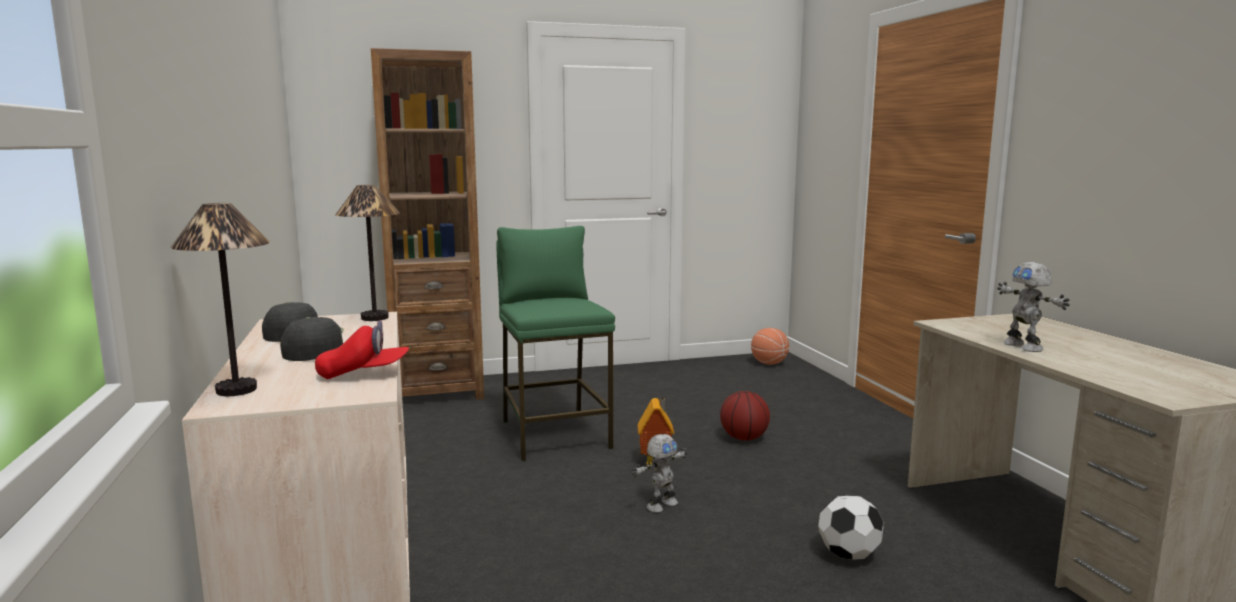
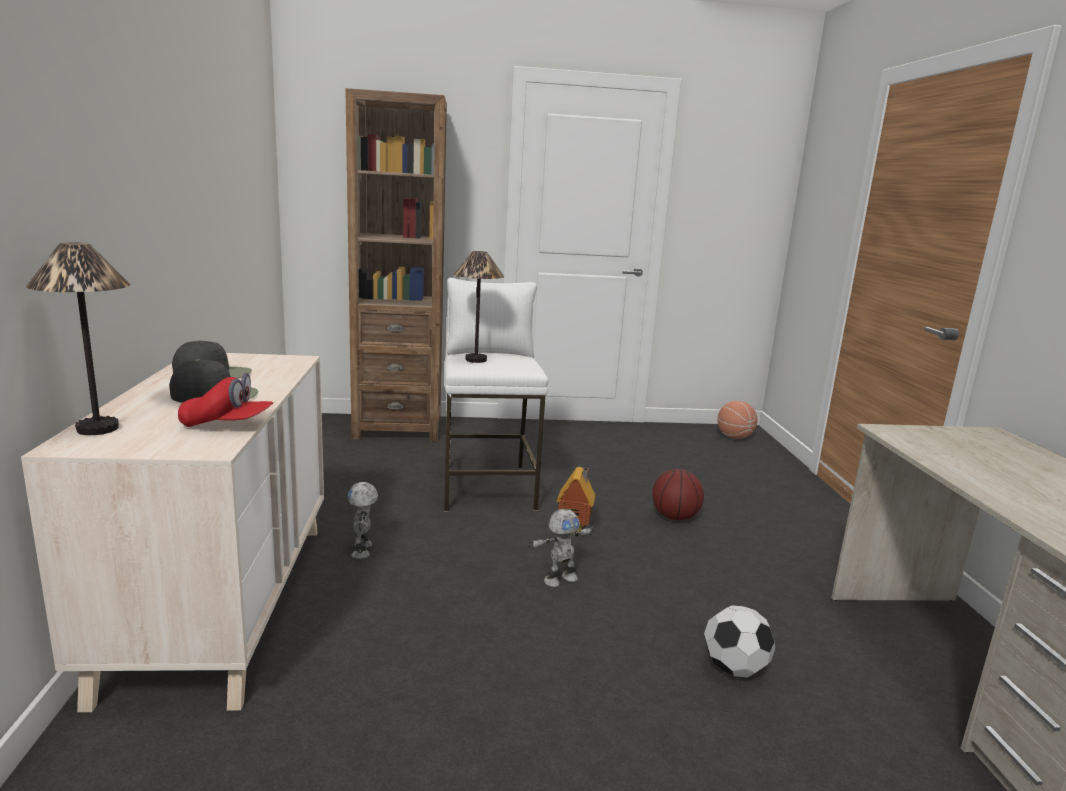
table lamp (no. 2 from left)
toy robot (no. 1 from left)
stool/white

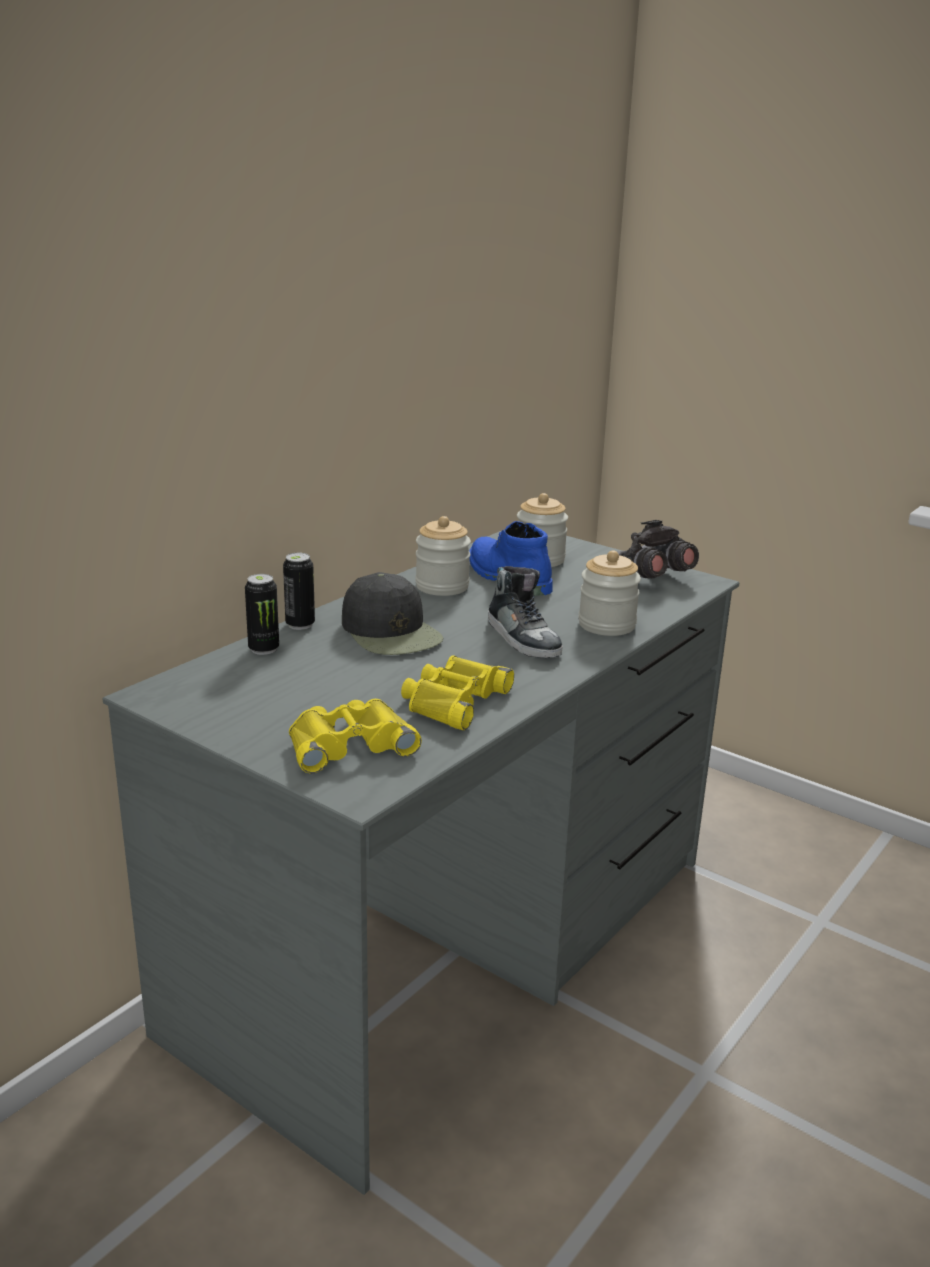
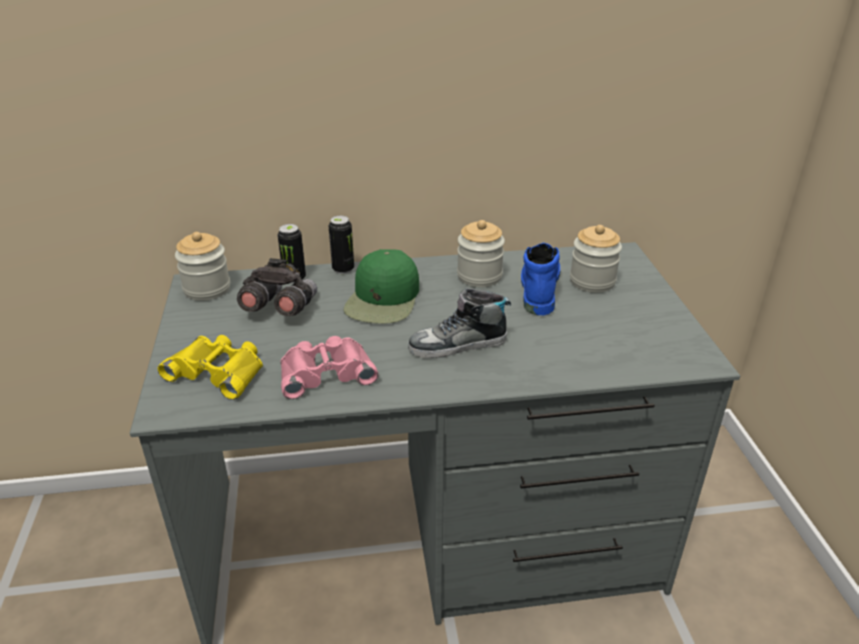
jar (no. 1 from left)
binoculars/grey
cap/green
binoculars/pink
shoe

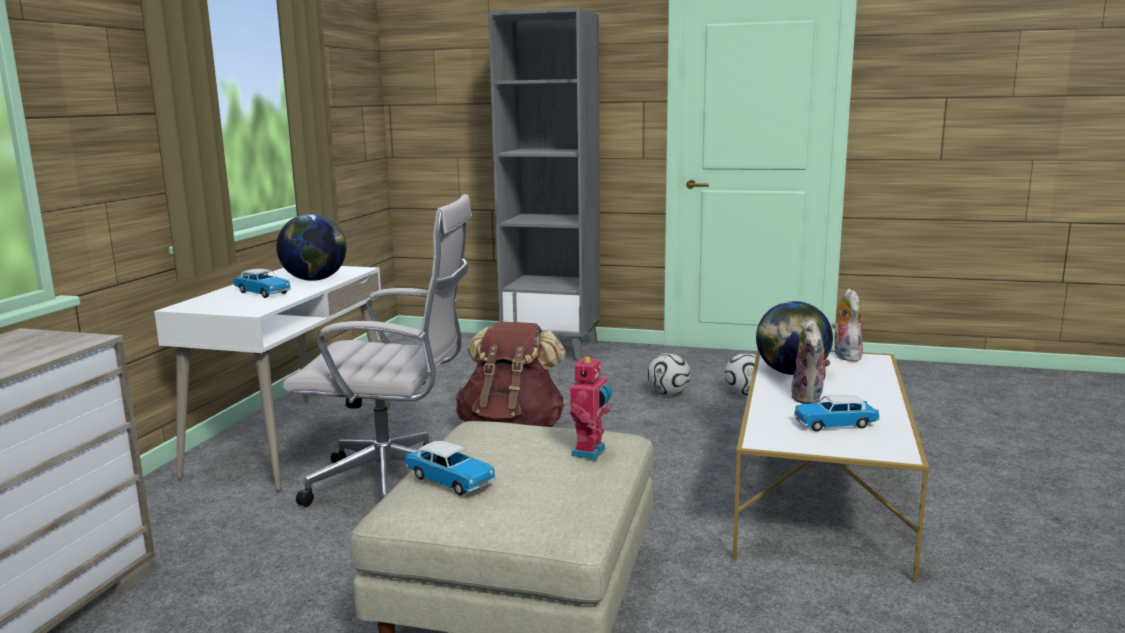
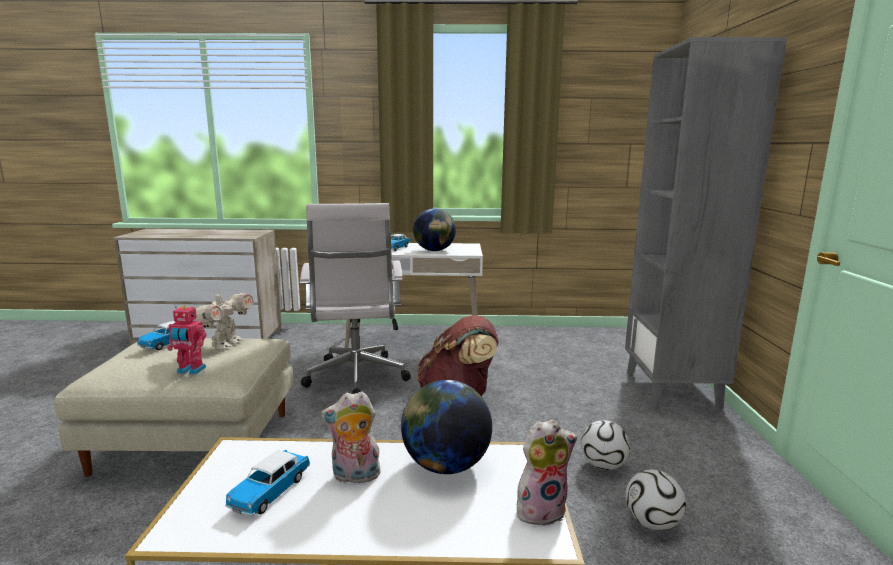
toy robot (no. 2 from left)
toy car (no. 2 from left)

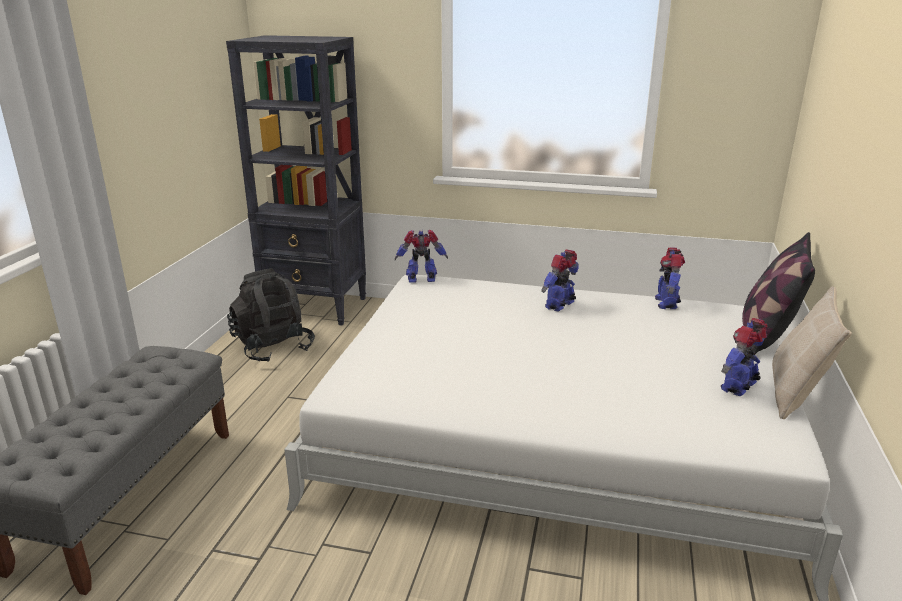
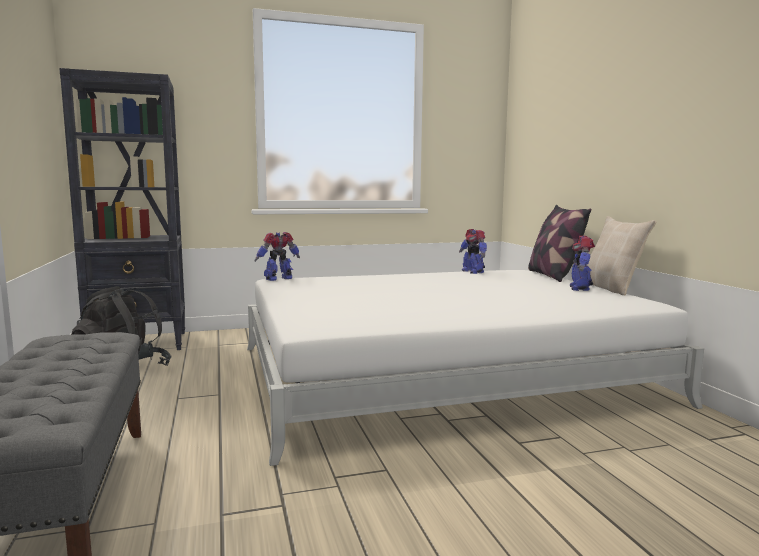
toy robot (no. 2 from left in the first image)

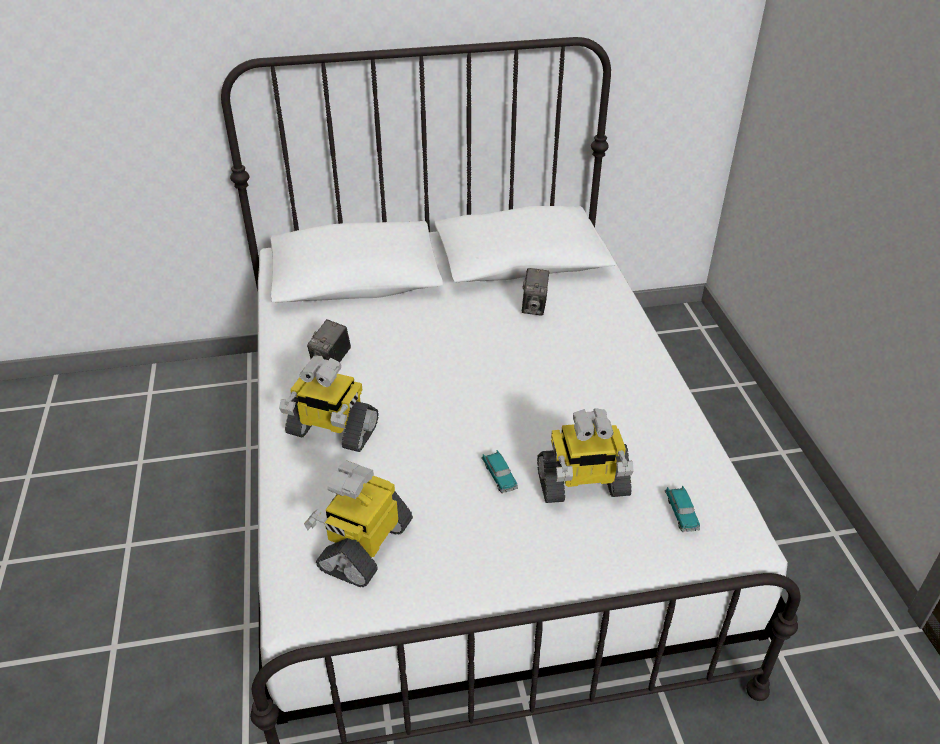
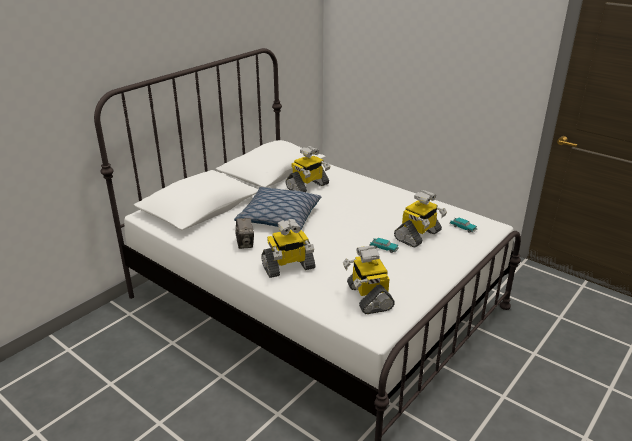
pillow
toy robot (no. 2 from left)

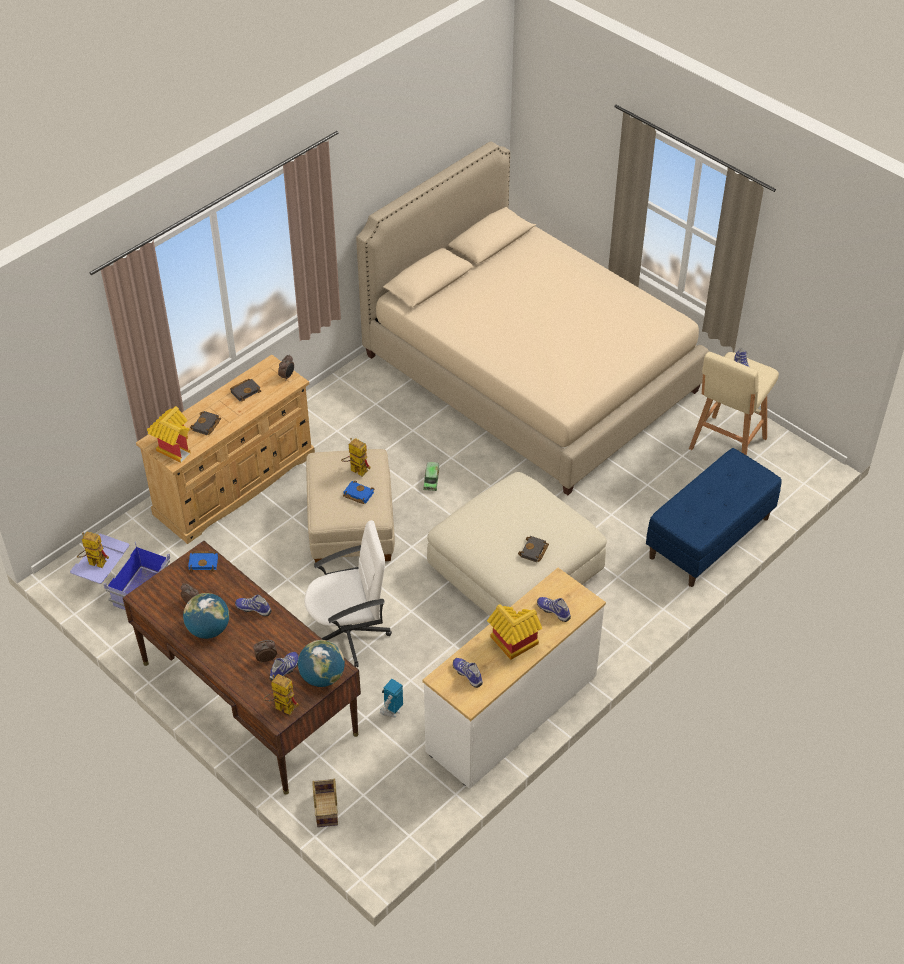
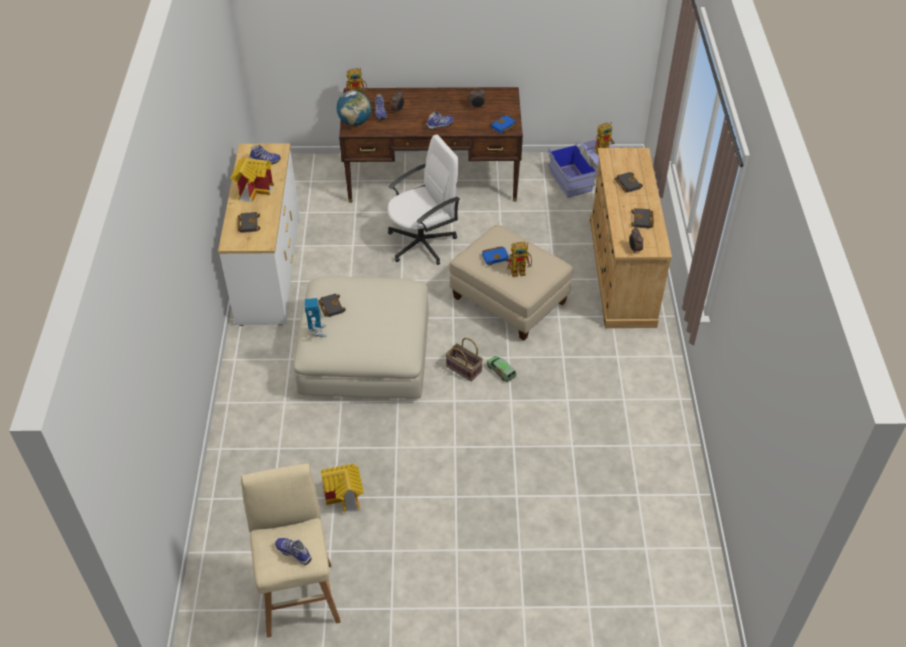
globe (no. 1 from left in the first image)
bed/beige
bench/blue
toy house (no. 2 from left)
basket
toy robot (no. 1 from left)
book/black (no. 1 from left)
office chair/white

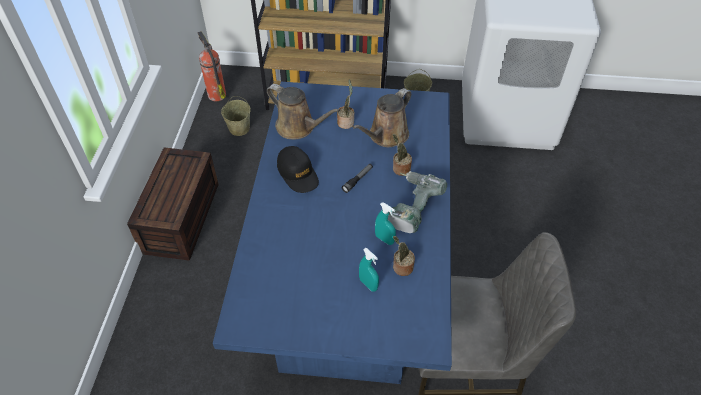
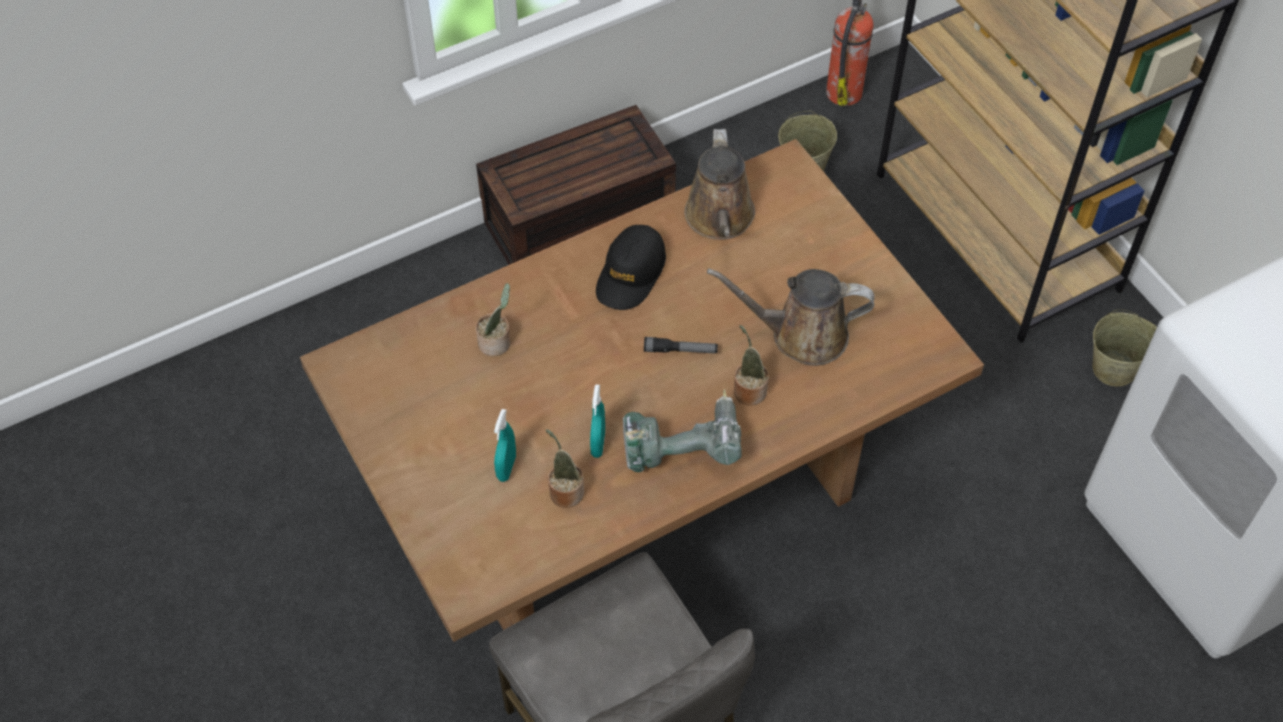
potted plant (no. 1 from left)
dining table/brown

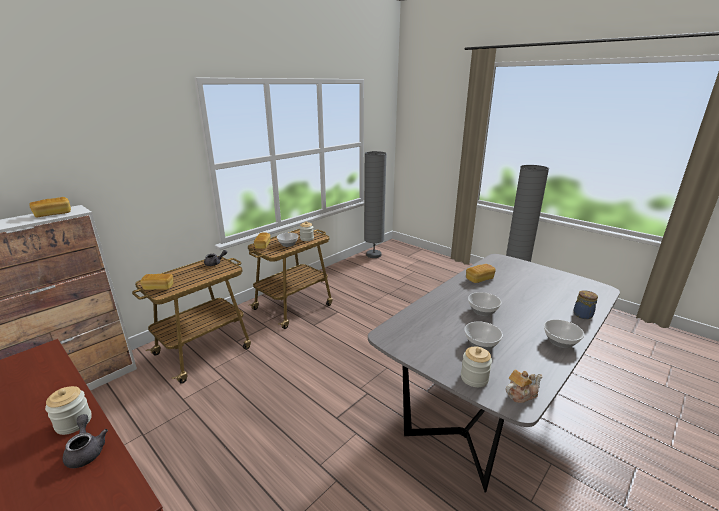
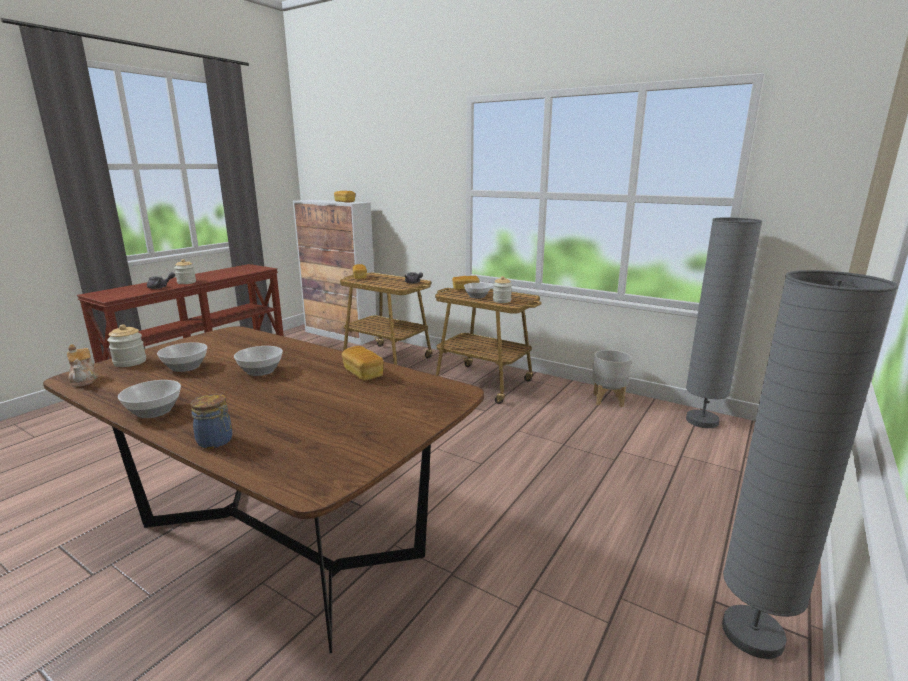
planter/grey
dining table/brown

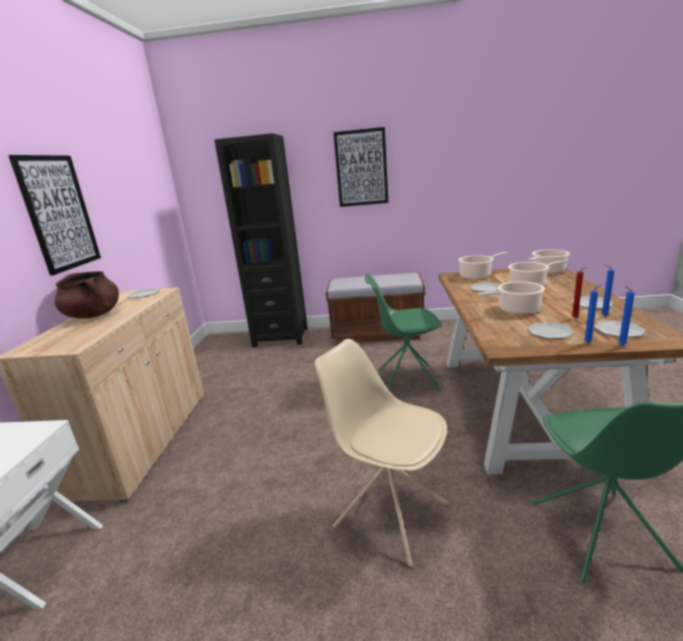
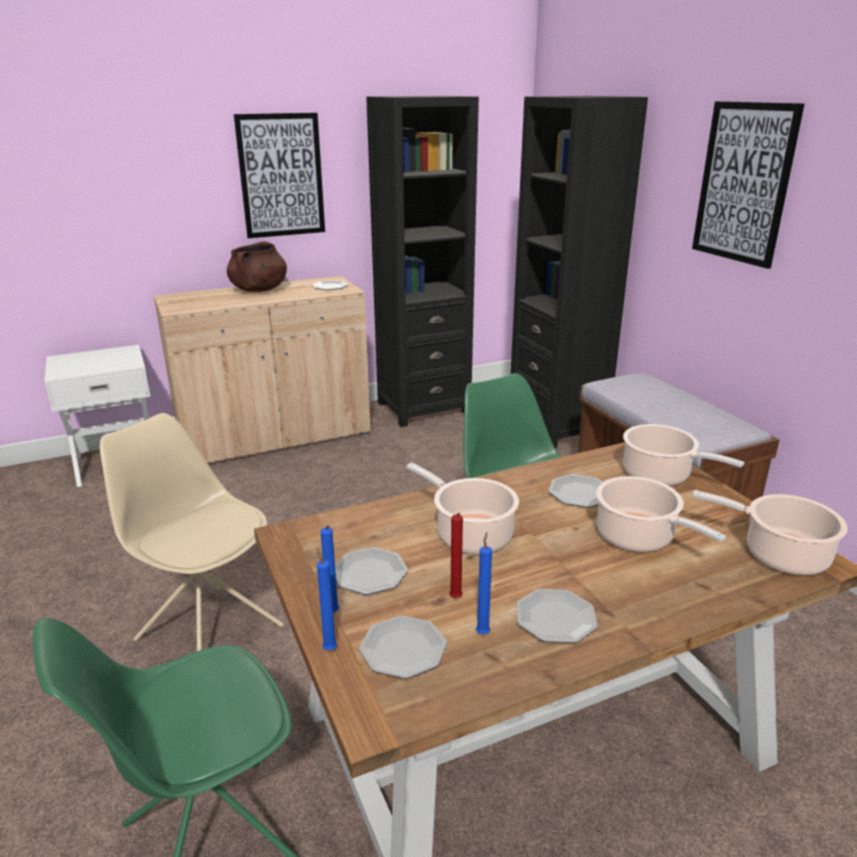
bookcase/black (no. 1 from left)
chair/beige

